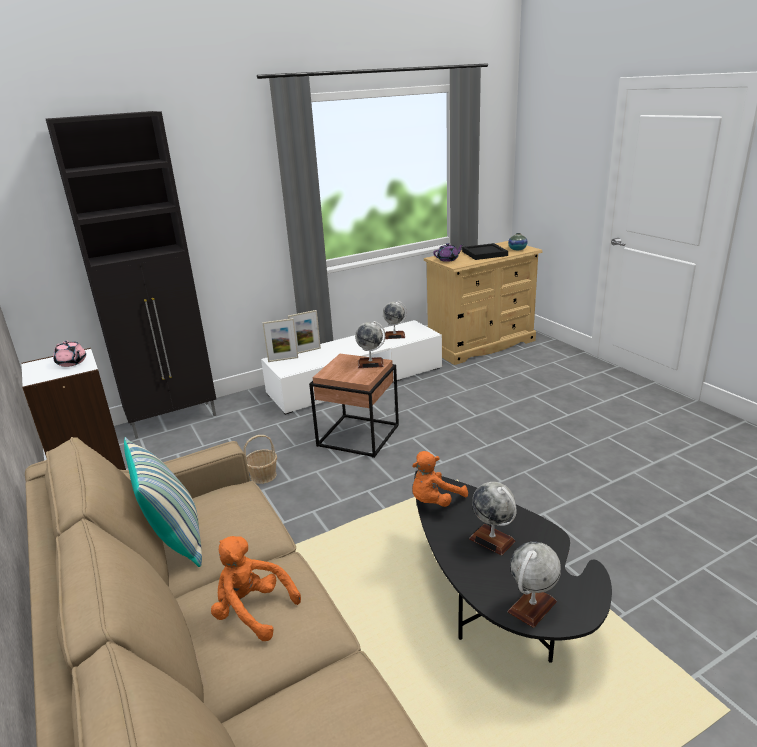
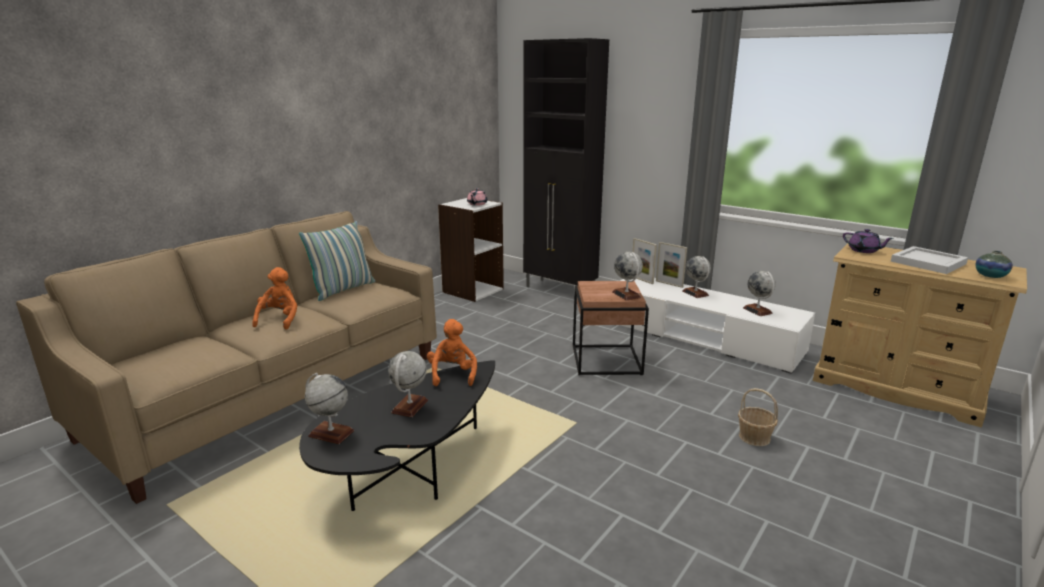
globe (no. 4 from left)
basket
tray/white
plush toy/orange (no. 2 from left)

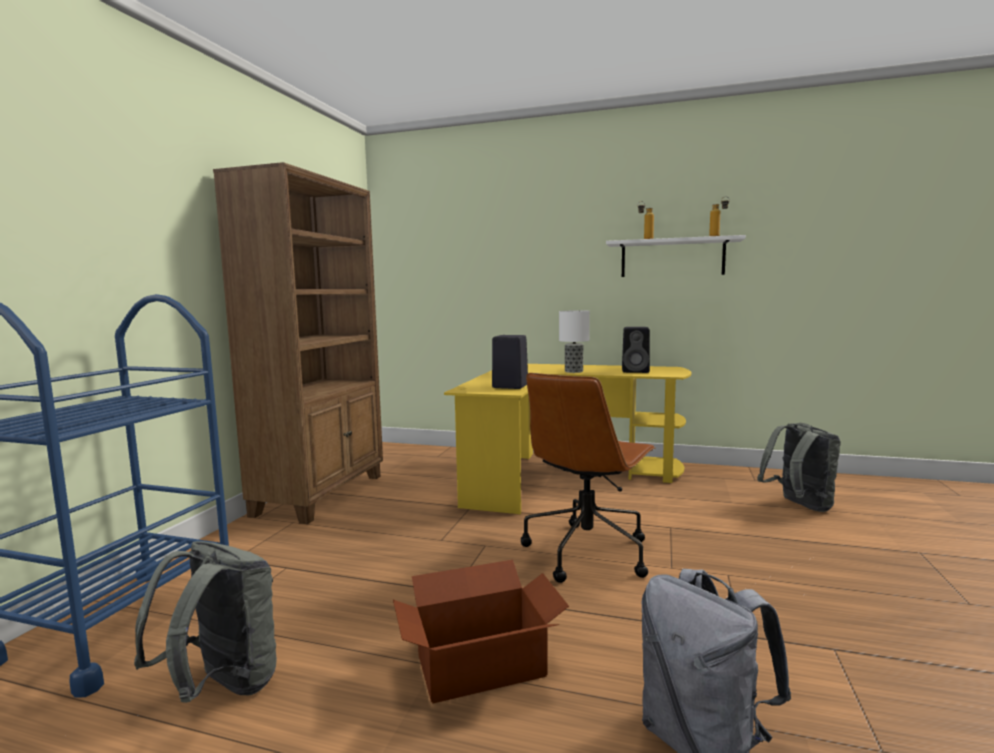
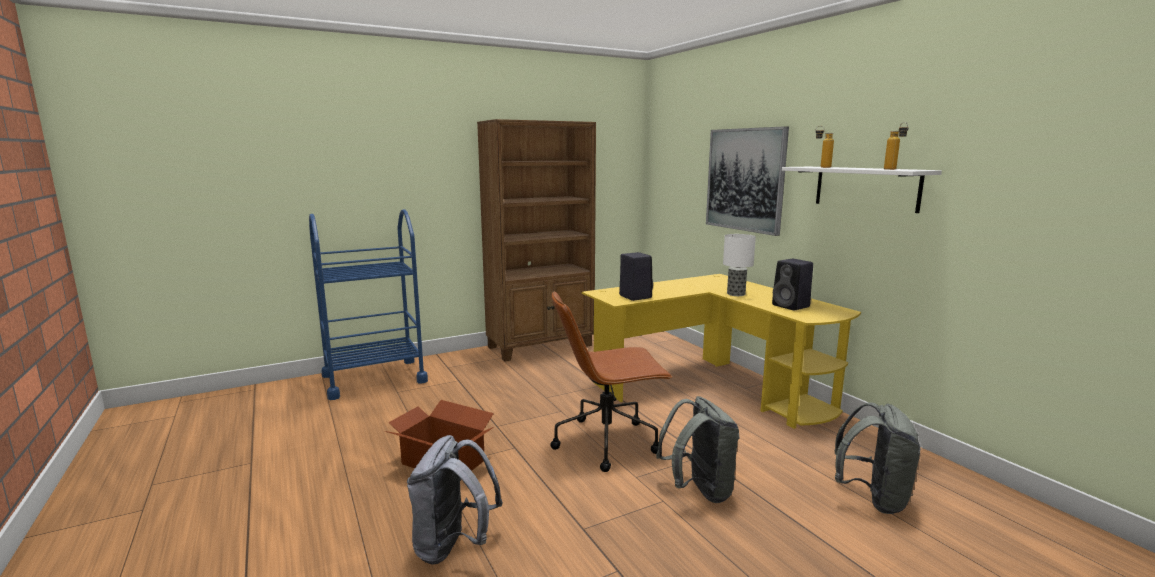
picture
backpack/grey (no. 2 from left)

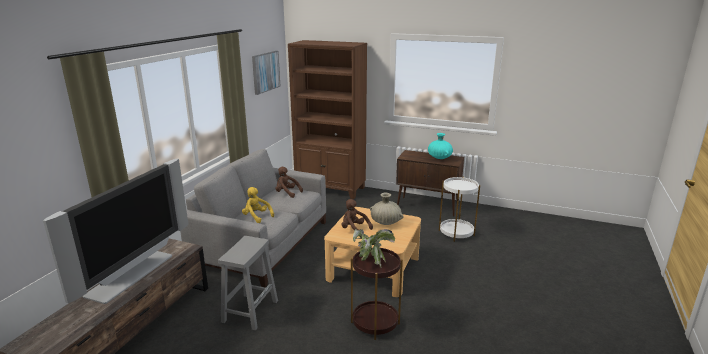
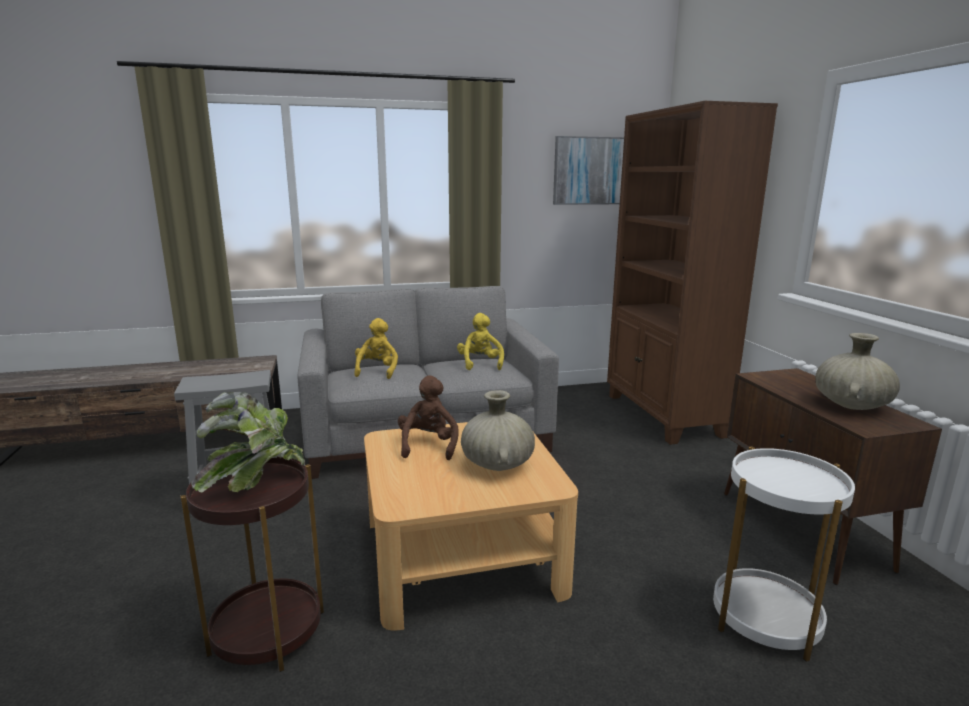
television
plush toy/yellow (no. 2 from left)
vase/beige (no. 2 from left)

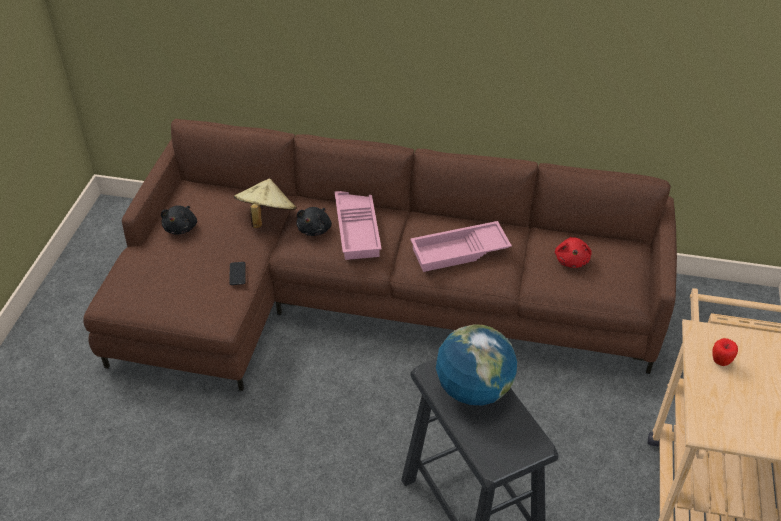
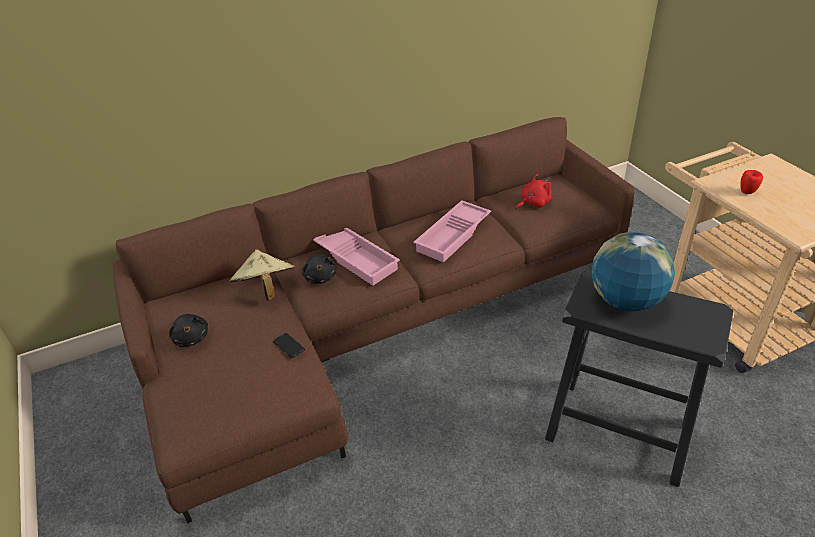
plush toy/red

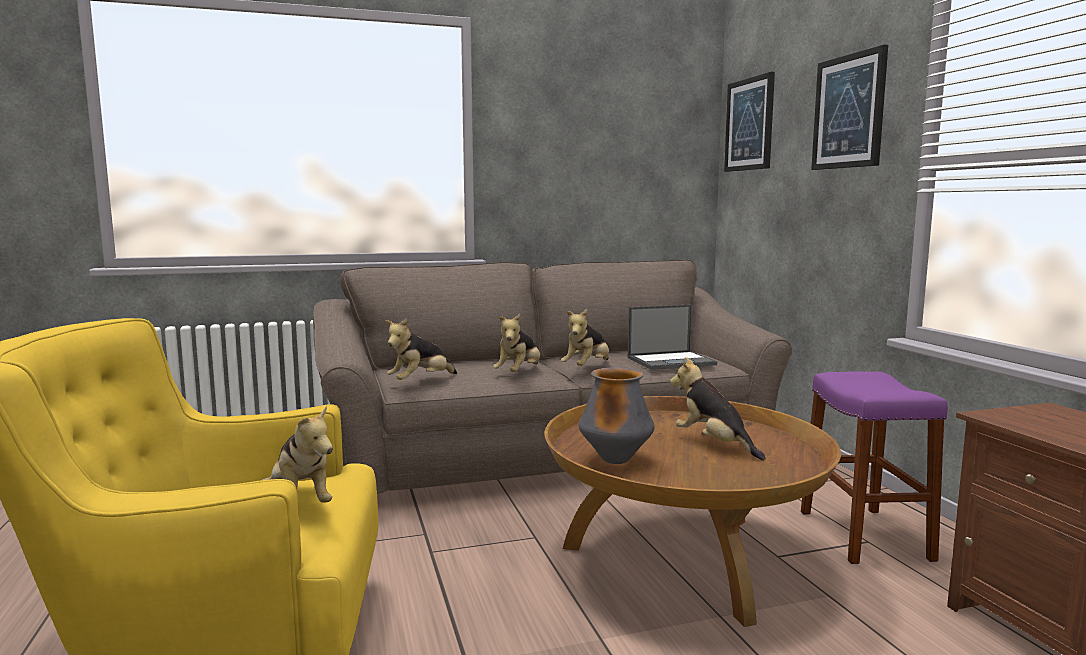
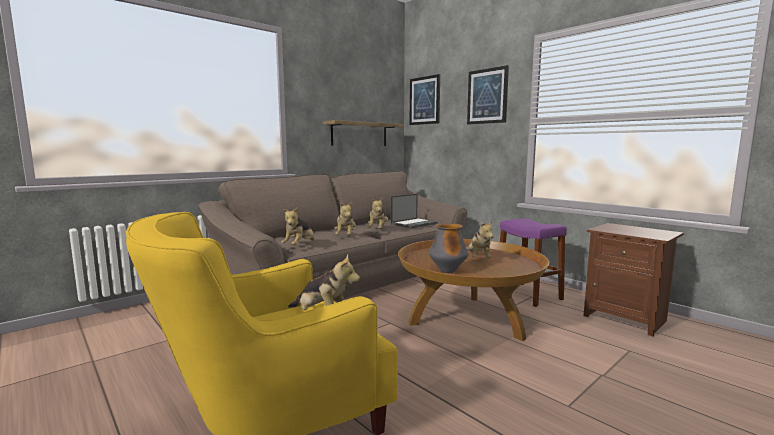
shelf
plush toy (no. 5 from left)

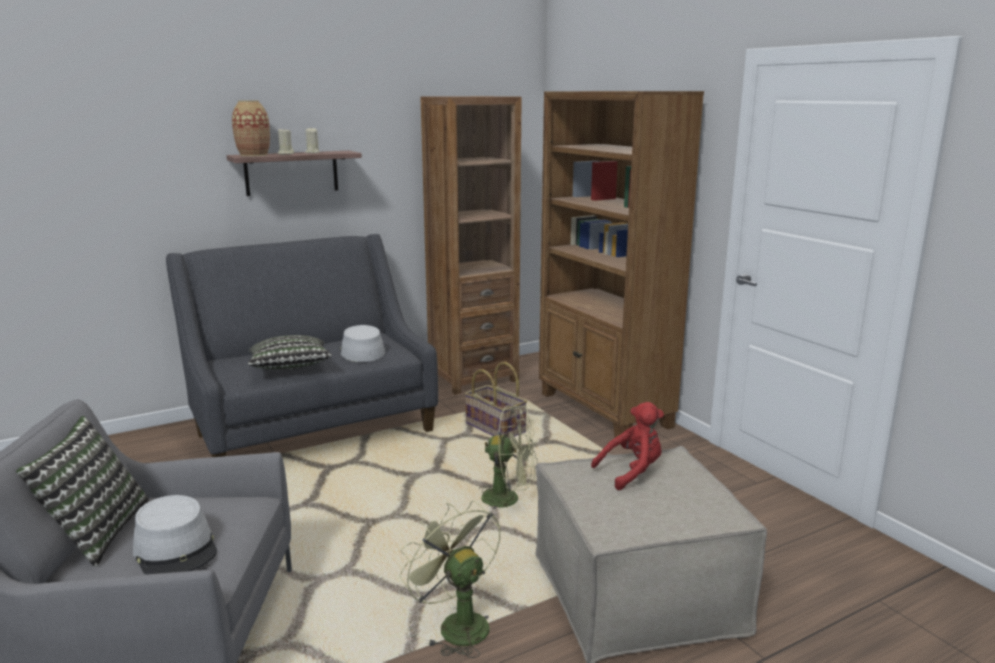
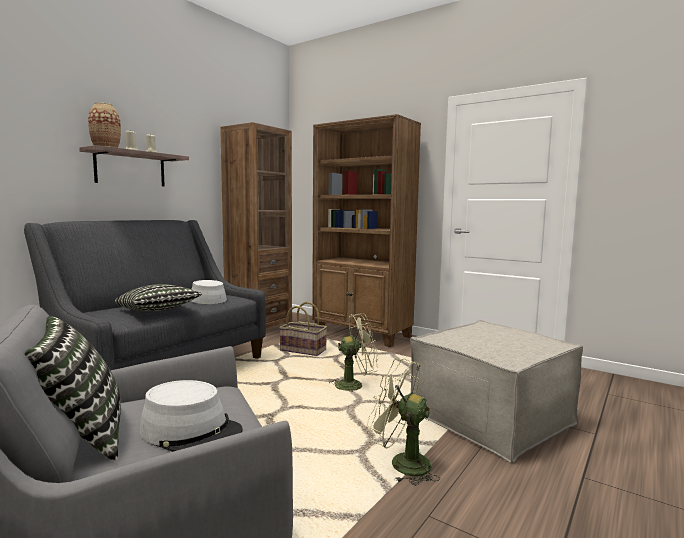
plush toy/red

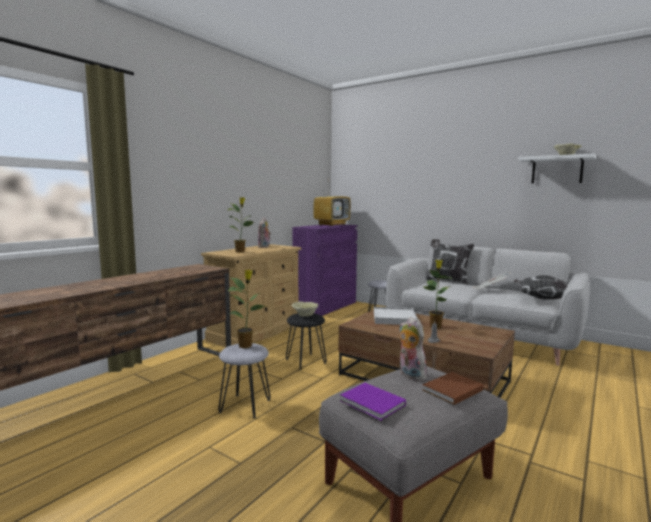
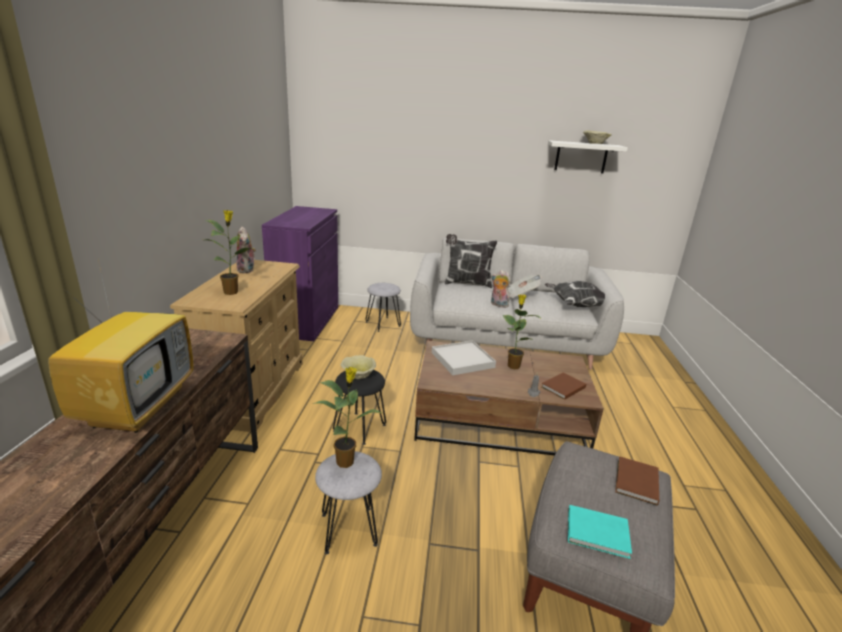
book/brown (no. 1 from left)
television
plush toy (no. 2 from left)
book/turquoise

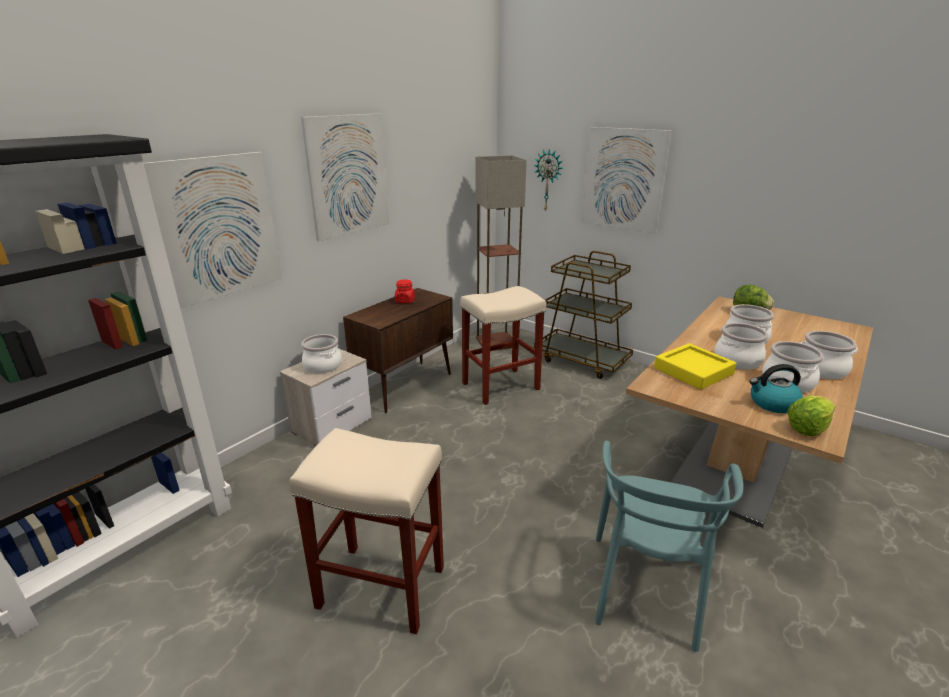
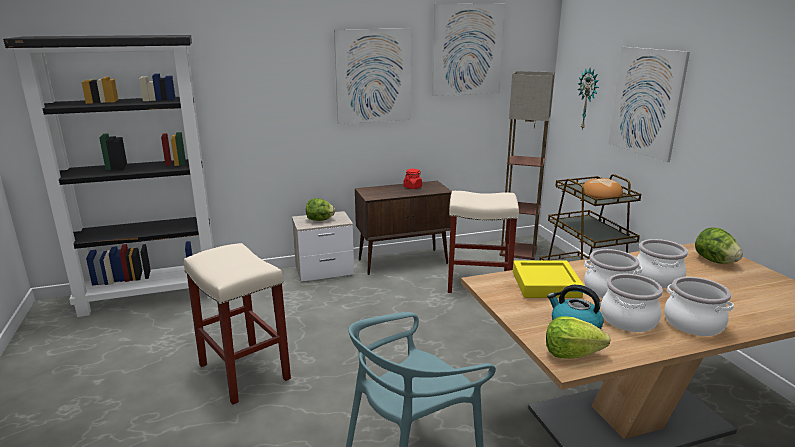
bread
picture (no. 2 from left)
lettuce (no. 1 from left)

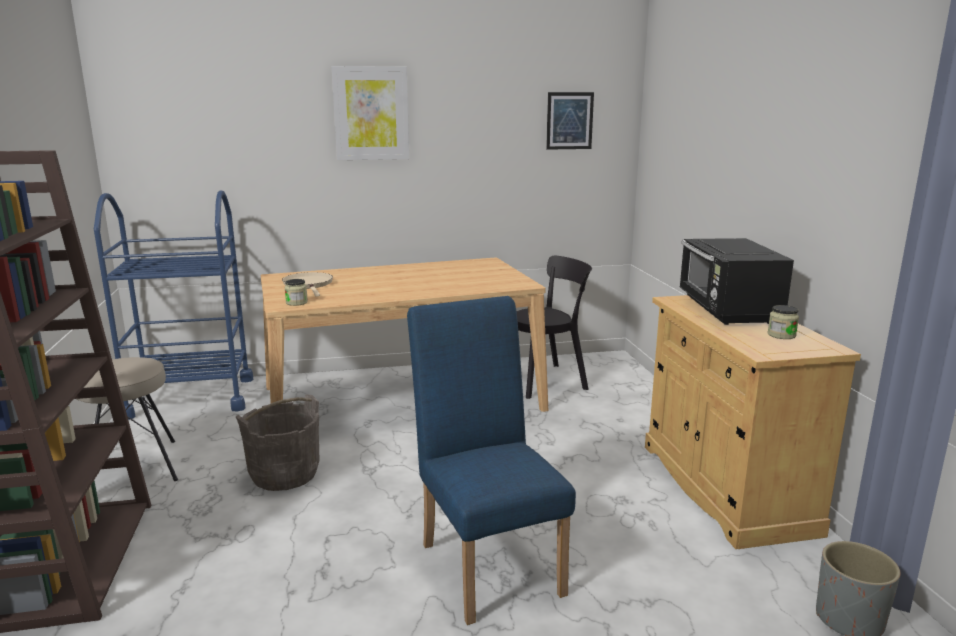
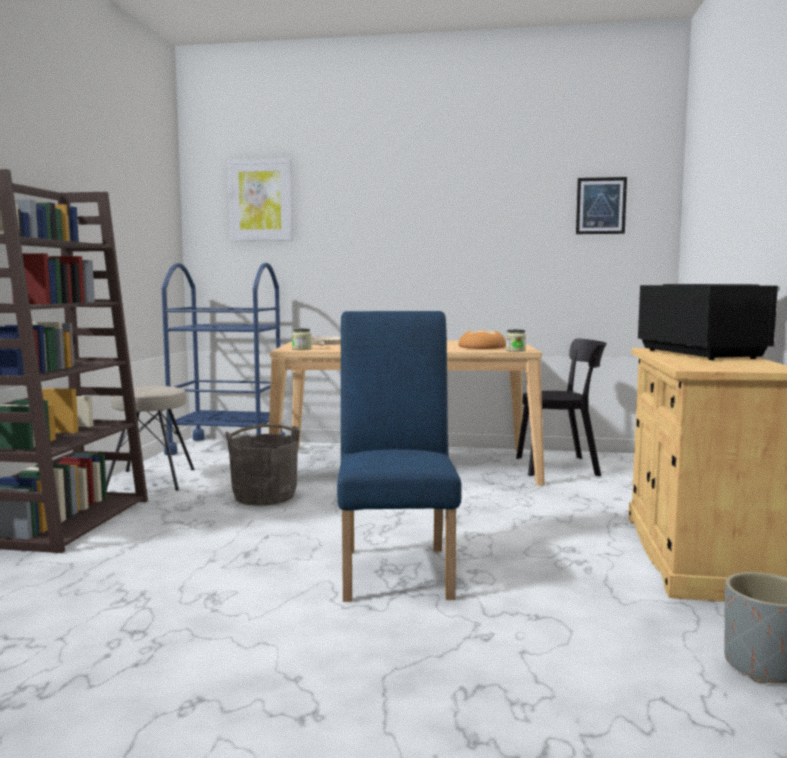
bread
picture (no. 1 from left)
jar (no. 2 from left)
microwave/black

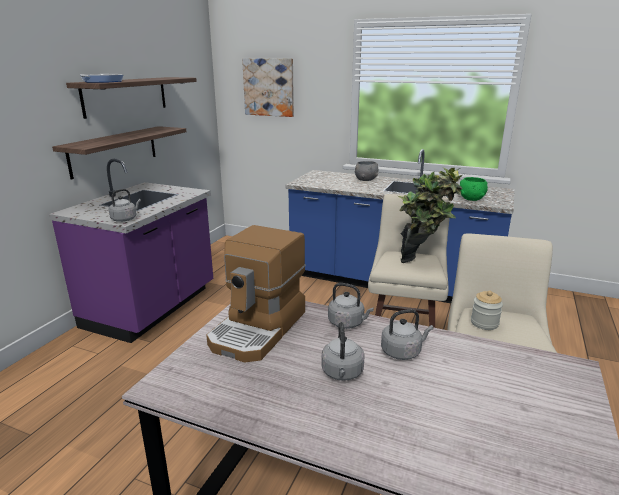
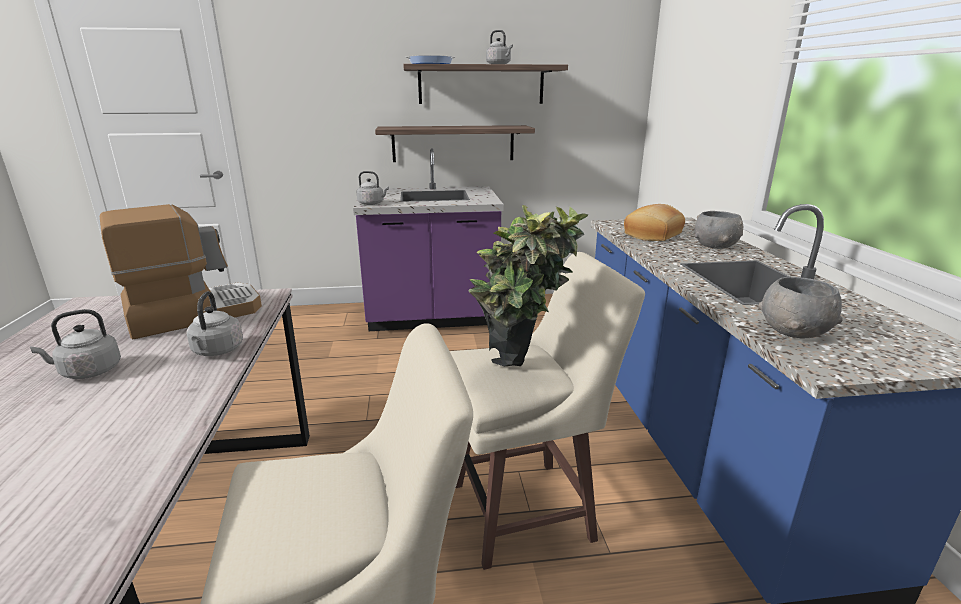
picture
jar
bread
kettle/grey (no. 4 from left)
bowl/grey (no. 2 from left)
coffee machine

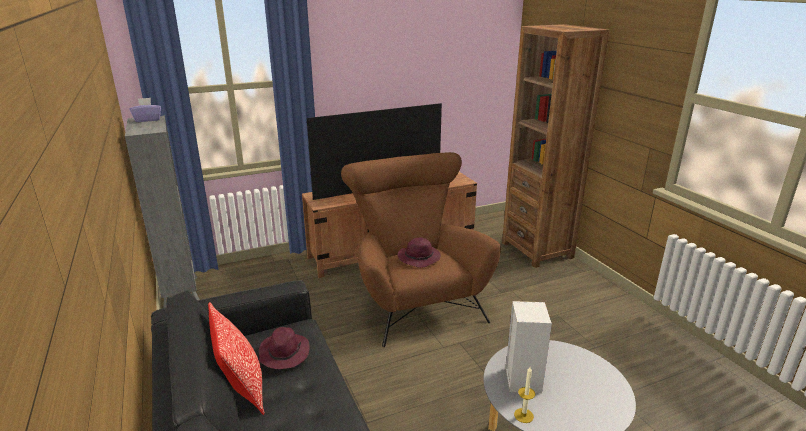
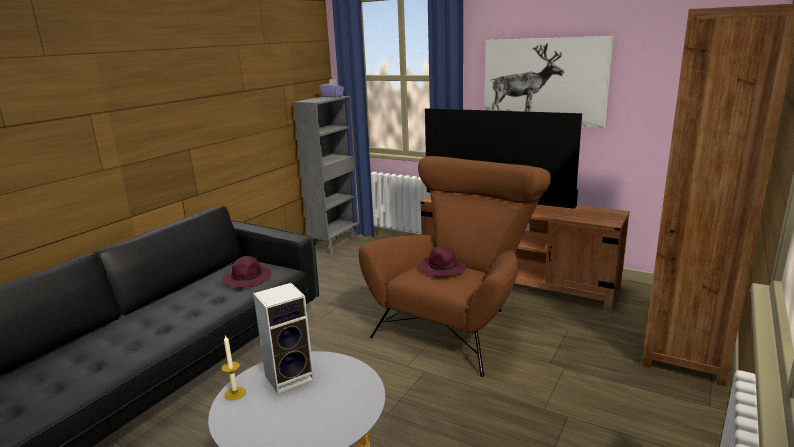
pillow
picture

